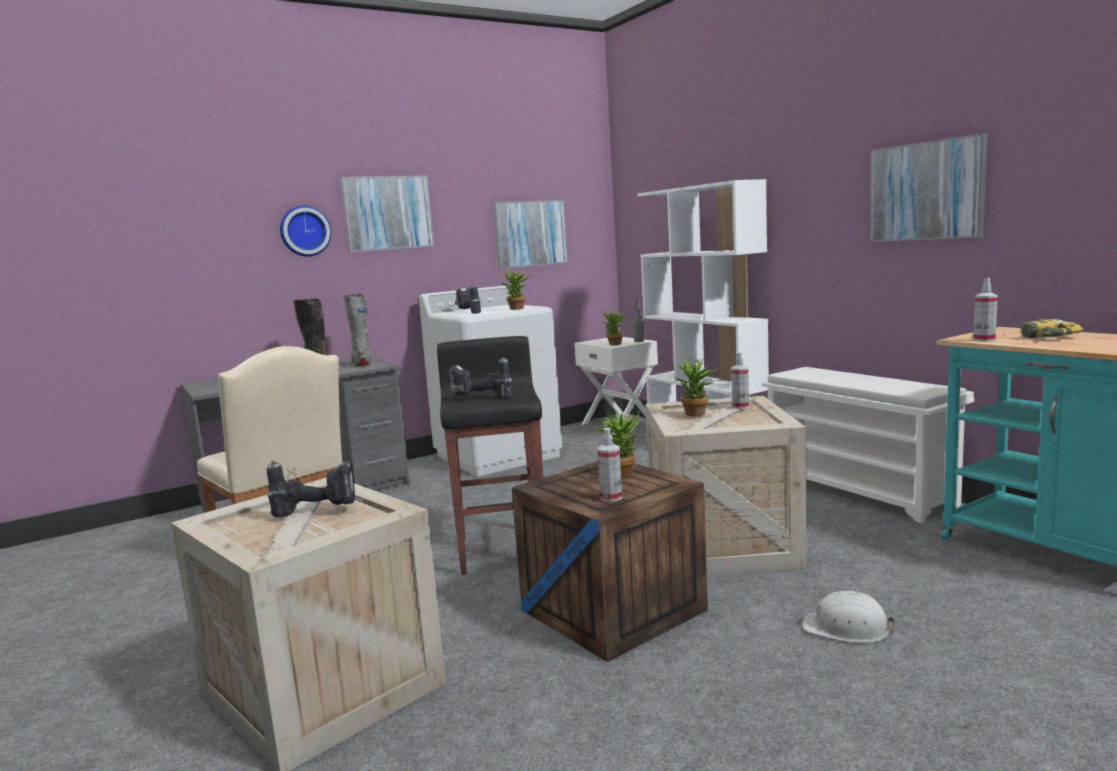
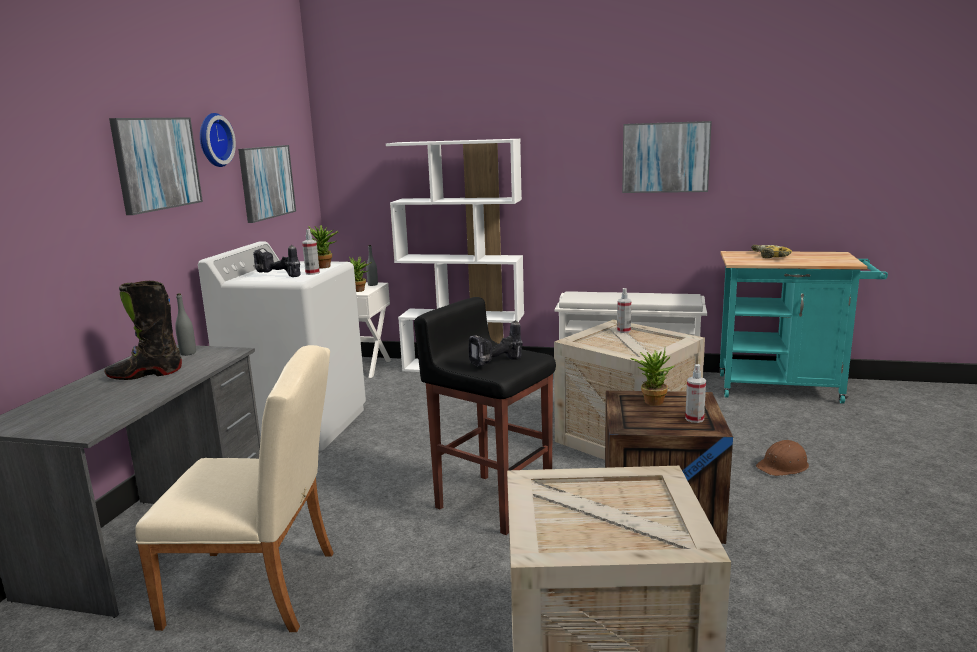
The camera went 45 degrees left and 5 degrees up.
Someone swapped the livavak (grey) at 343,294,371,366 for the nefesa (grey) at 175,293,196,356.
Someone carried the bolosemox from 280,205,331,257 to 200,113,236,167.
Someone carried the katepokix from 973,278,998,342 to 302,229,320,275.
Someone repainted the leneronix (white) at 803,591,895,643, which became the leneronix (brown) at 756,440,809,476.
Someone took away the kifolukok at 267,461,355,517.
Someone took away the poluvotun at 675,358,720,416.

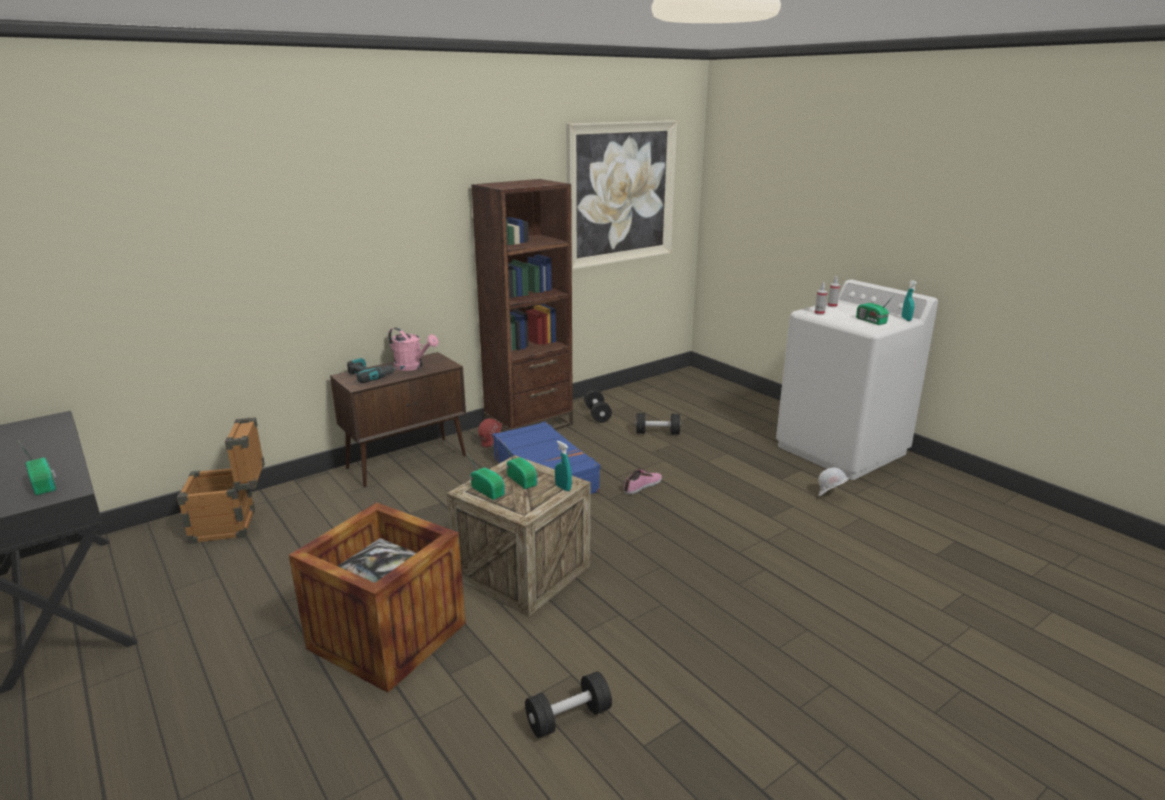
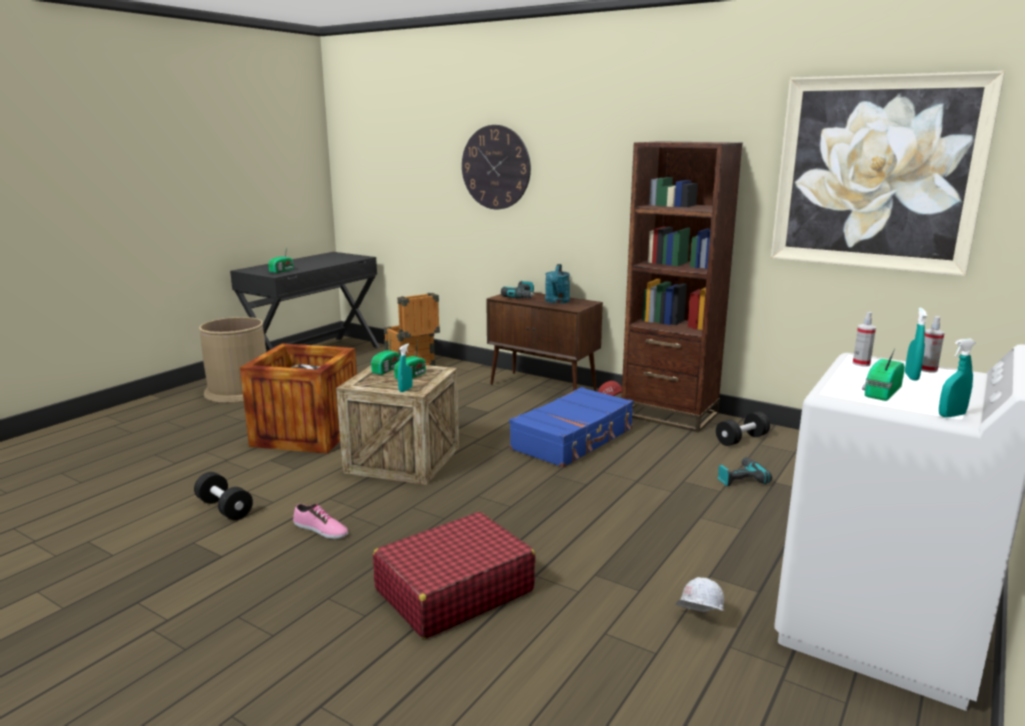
The camera went 70 degrees right and 5 degrees down.
Someone put down the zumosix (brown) at 199,317,266,403.
Someone carried the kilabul from 624,469,662,494 to 293,504,348,539.
Someone put down the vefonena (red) at 373,512,536,639.
Someone put up the bolosemox at 462,125,531,209.
Someone repainted the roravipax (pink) at 388,327,438,371, which became the roravipax (turquoise) at 545,264,570,304.
Someone swapped the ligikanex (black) at 635,413,681,434 for the kifolukok at 717,457,772,486.
Someone put down the katepokix (turquoise) at 905,308,927,380.

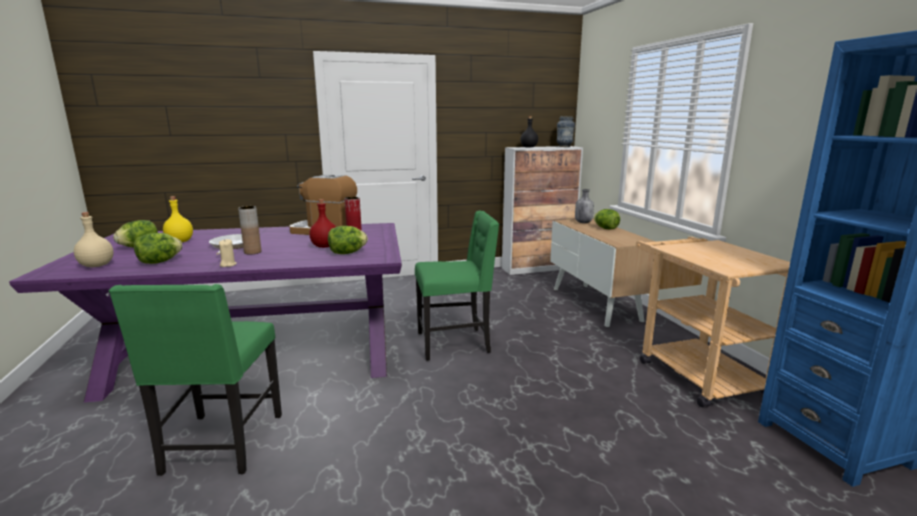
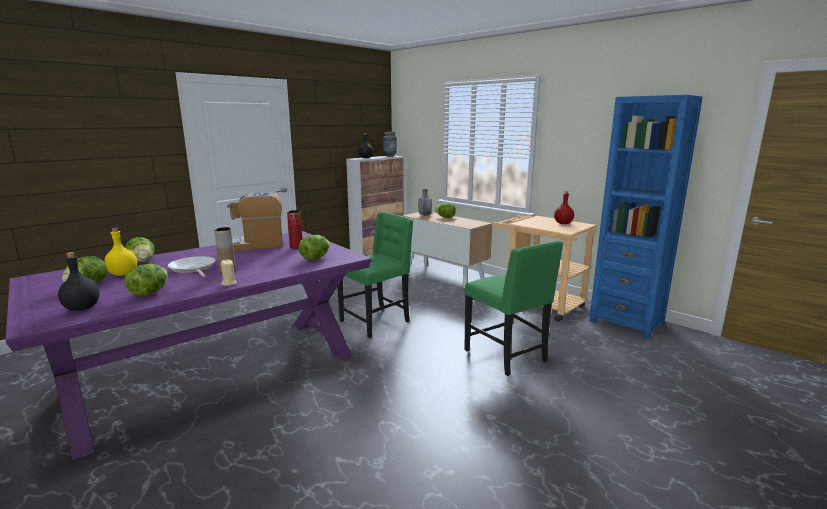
The camera went 30 degrees left and 0 degrees up.
Someone repainted the nefesa (beige) at 74,212,114,267, which became the nefesa (black) at 58,252,100,311.
Someone put down the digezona at 125,237,155,263.
Someone carried the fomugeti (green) from 109,284,282,476 to 464,241,564,376.
Someone carried the nefesa (red) from 309,199,336,248 to 554,191,574,224.

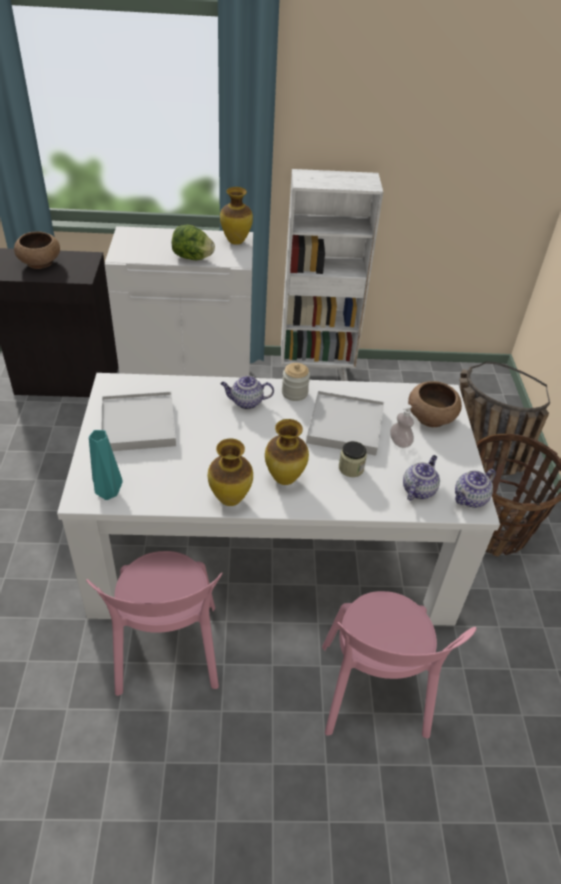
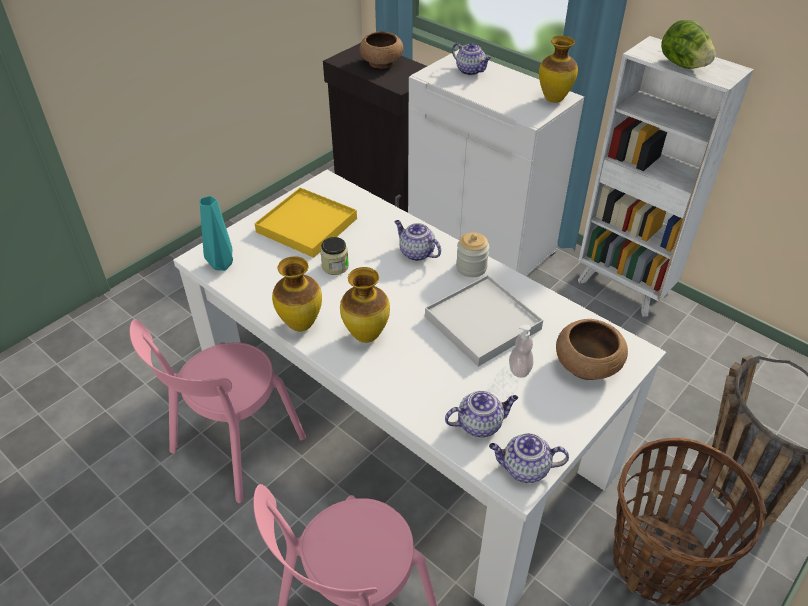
The camera went 45 degrees right and 0 degrees up.
Someone repainted the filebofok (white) at 102,392,176,451, which became the filebofok (yellow) at 254,187,357,258.
Someone carried the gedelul from 339,441,367,477 to 320,237,349,275.
Someone put down the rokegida at 452,43,491,75.
Someone carried the digezona from 172,225,215,260 to 661,20,716,69.

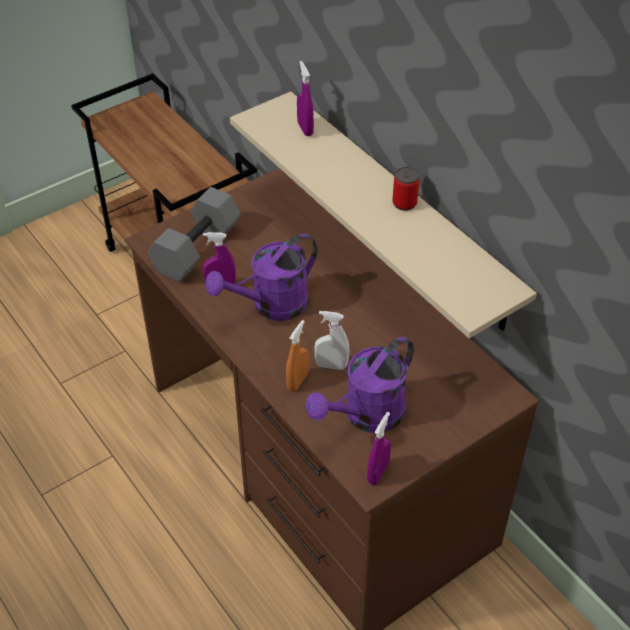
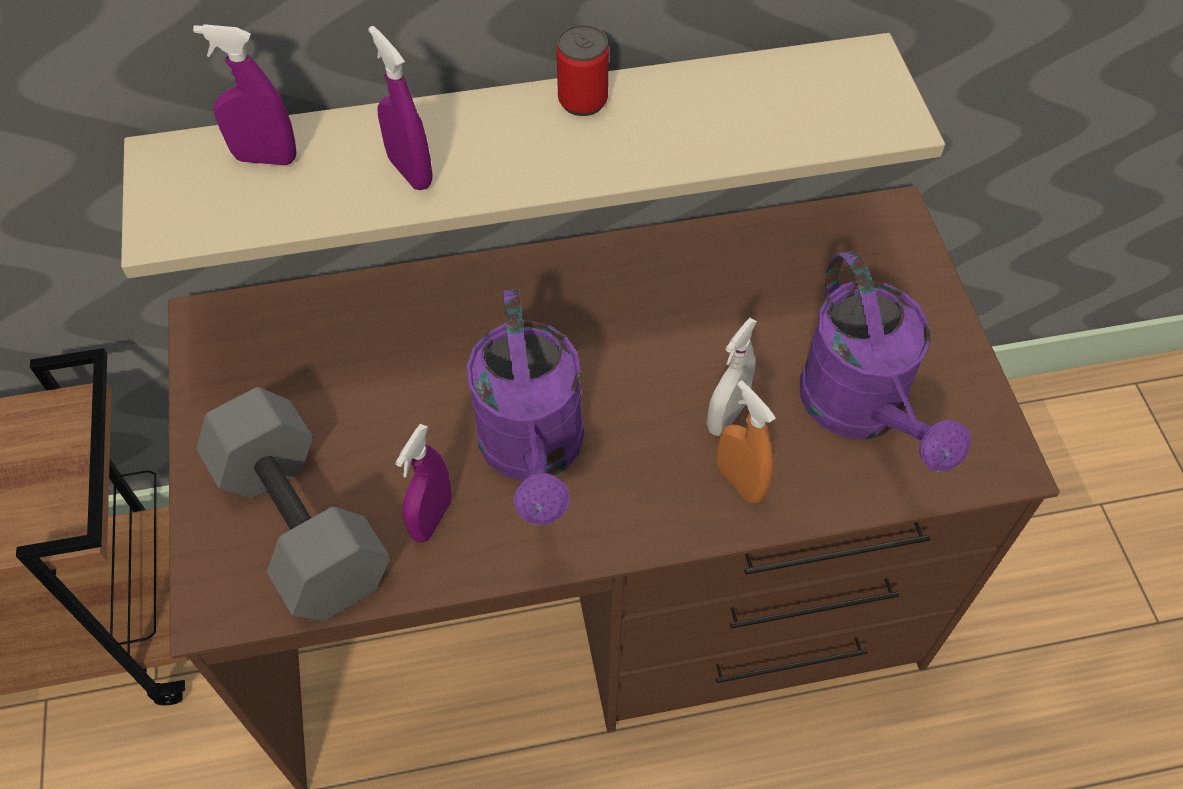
The camera went 65 degrees left and 10 degrees up.
Someone carried the katepokix (purple) from 367,412,391,485 to 368,26,433,190.

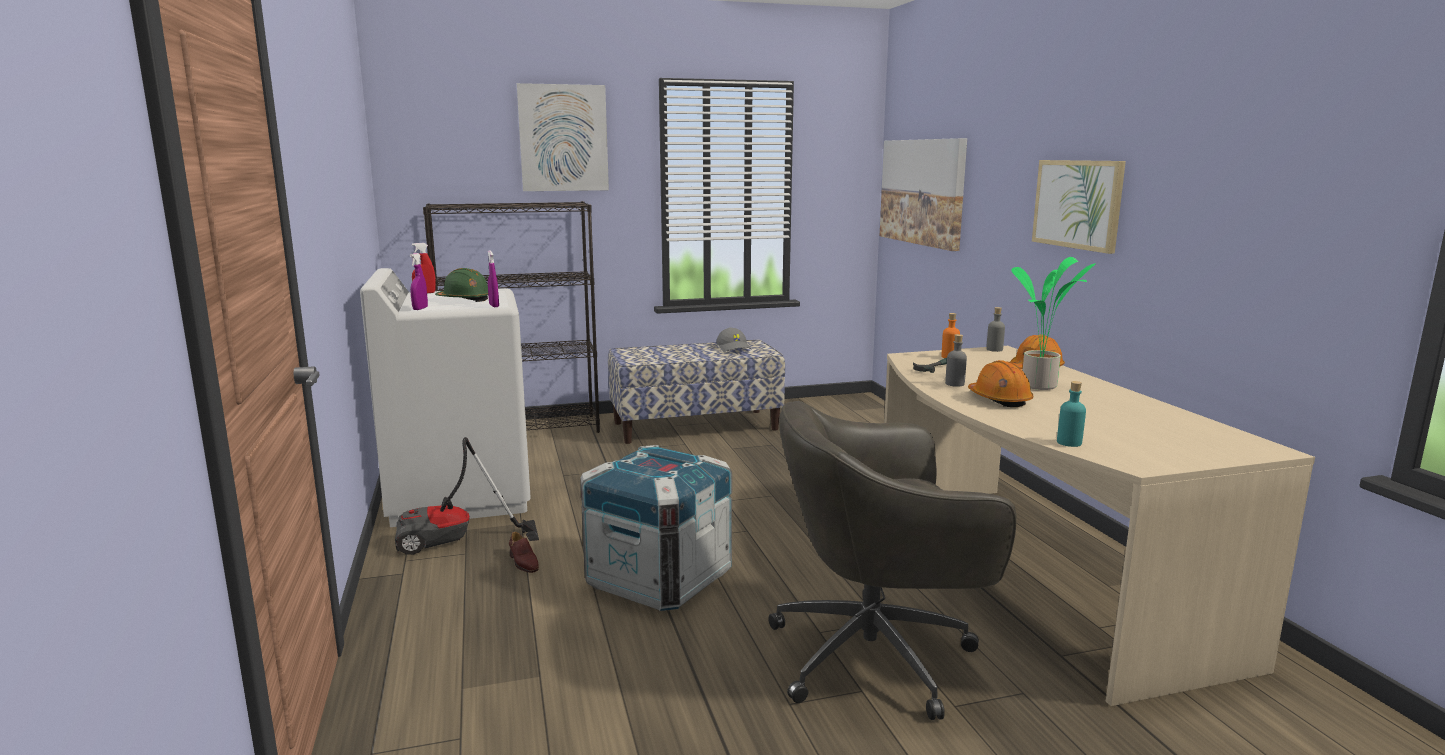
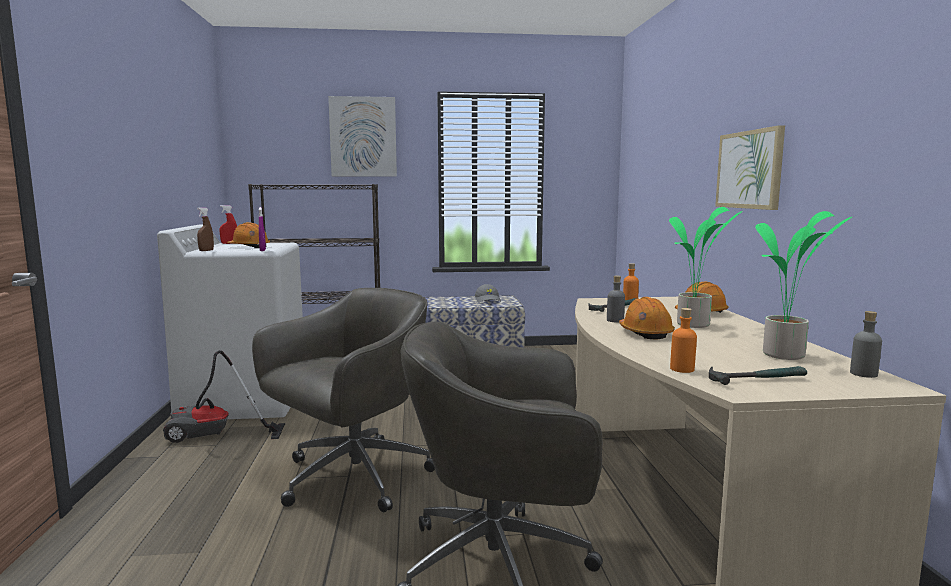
The camera went 10 degrees right and 5 degrees down.
Someone repainted the katepokix (purple) at 410,253,428,310, which became the katepokix (brown) at 197,207,214,251.
Someone repainted the leneronix (green) at 435,268,488,302, which became the leneronix (orange) at 227,222,270,248.
Someone swapped the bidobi at 580,445,732,611 for the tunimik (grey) at 252,288,435,513.
Someone repainted the nefesa (turquoise) at 1057,381,1086,447, which became the nefesa (orange) at 670,308,697,373.
Someone put down the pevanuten at 709,366,807,385.
Someone put down the poluvotun at 755,211,852,360.
Someone carried the nefesa (grey) from 986,307,1005,352 to 850,311,882,378.
Someone took away the kilabul (brown) at 509,532,539,573.
Someone took away the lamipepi at 880,138,967,251.

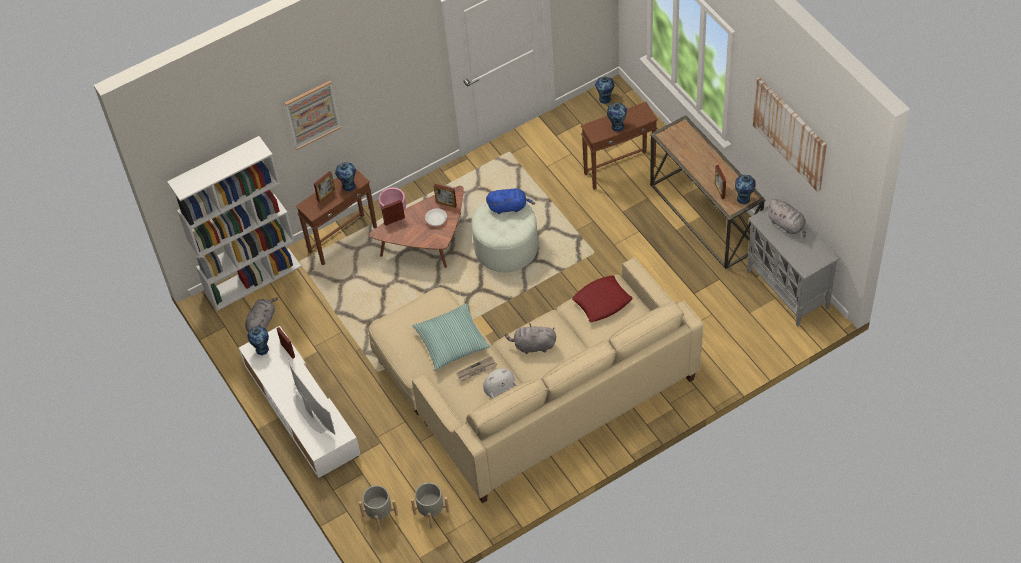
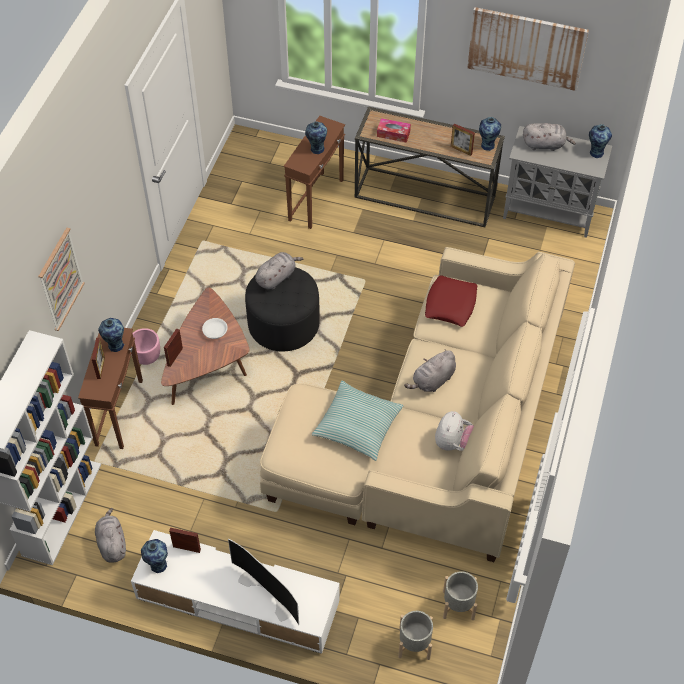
The camera went 45 degrees left and 0 degrees up.
Someone rotated the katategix at 288,359,335,434 by 150 degrees counterclockwise.
Someone repainted the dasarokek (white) at 471,201,538,272, which became the dasarokek (black) at 245,267,320,351.
Someone repainted the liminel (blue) at 486,188,535,214, which became the liminel (grey) at 255,252,304,289.
Someone put down the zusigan at 377,118,411,143.
Someone carried the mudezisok from 595,76,614,104 to 589,124,612,158.
Someone took away the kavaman at 434,184,457,208.
Someone took away the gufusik at 456,356,497,381.

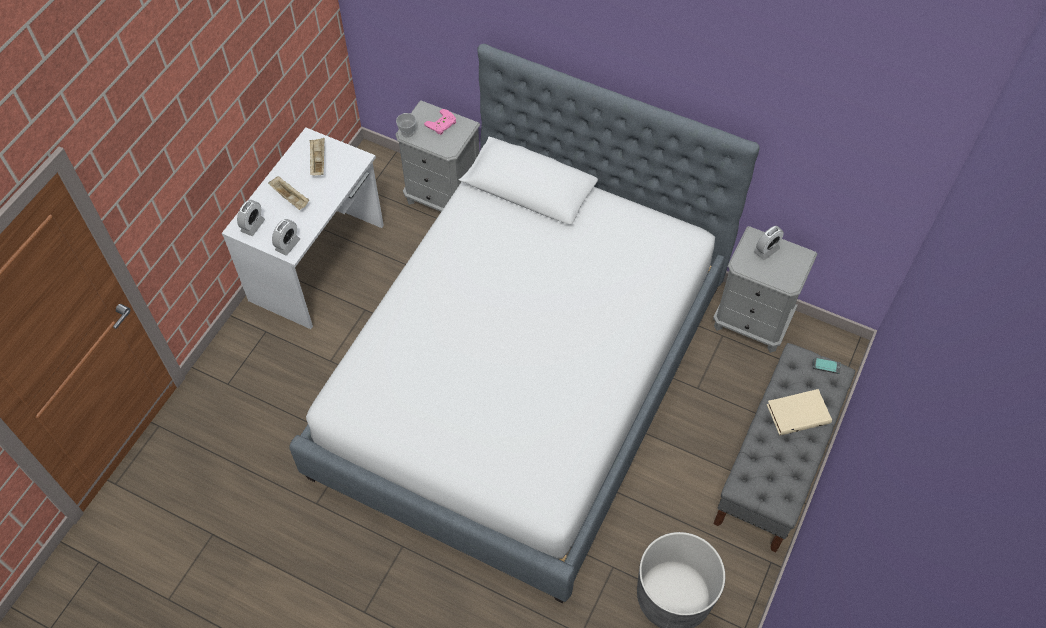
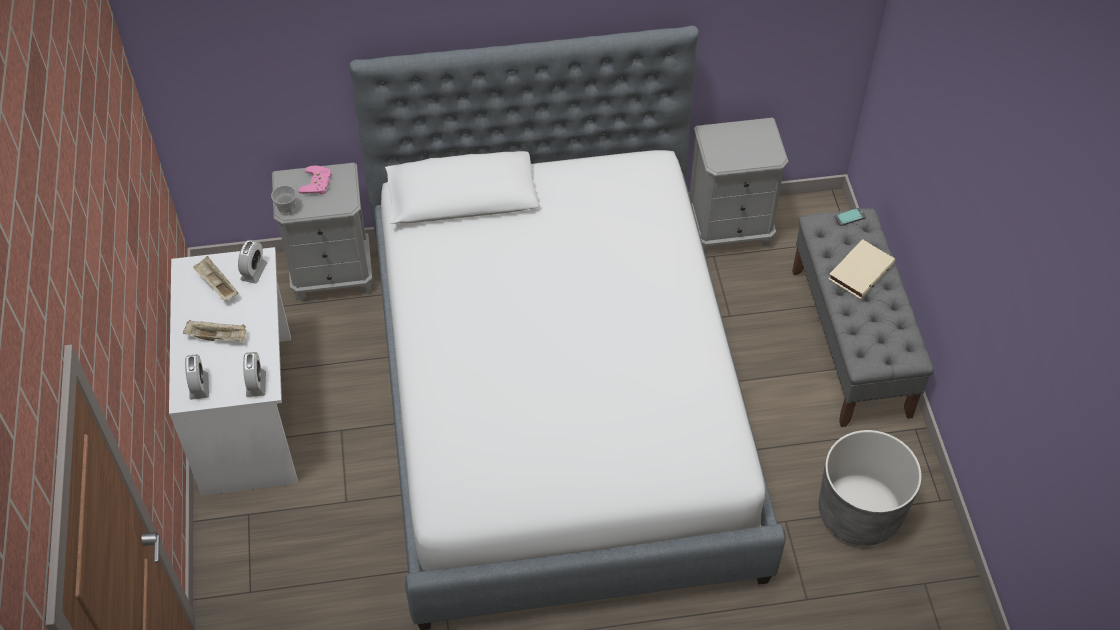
The camera went 35 degrees left and 5 degrees down.
Someone carried the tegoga from 754,226,784,260 to 238,240,267,284.

